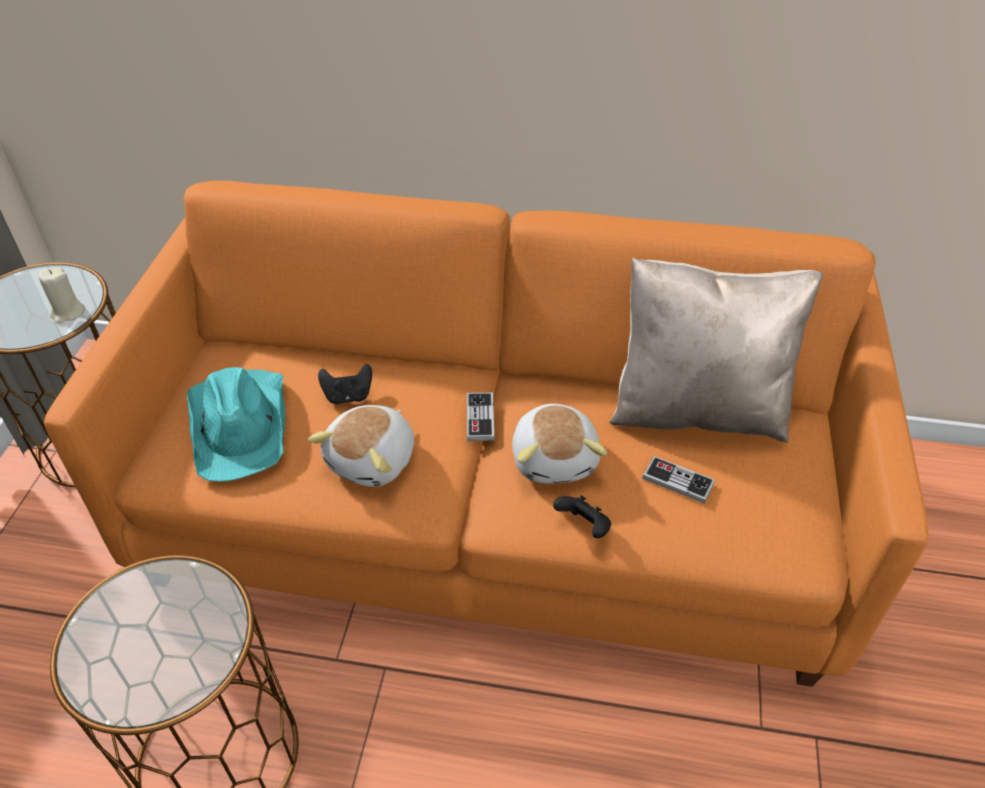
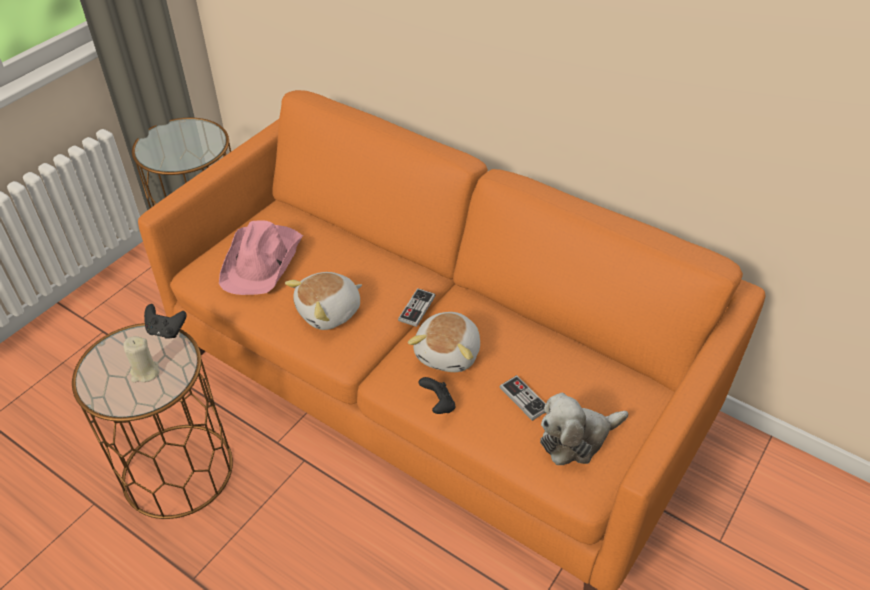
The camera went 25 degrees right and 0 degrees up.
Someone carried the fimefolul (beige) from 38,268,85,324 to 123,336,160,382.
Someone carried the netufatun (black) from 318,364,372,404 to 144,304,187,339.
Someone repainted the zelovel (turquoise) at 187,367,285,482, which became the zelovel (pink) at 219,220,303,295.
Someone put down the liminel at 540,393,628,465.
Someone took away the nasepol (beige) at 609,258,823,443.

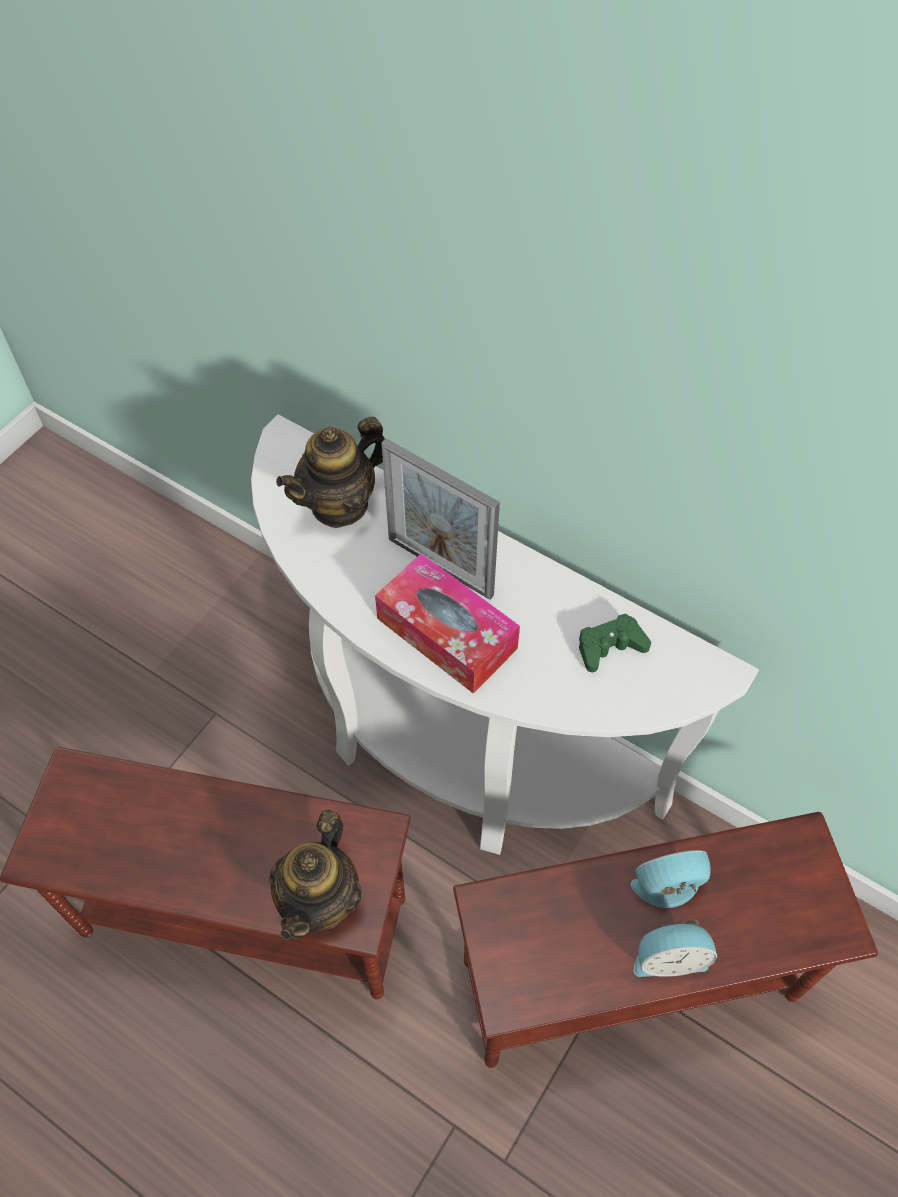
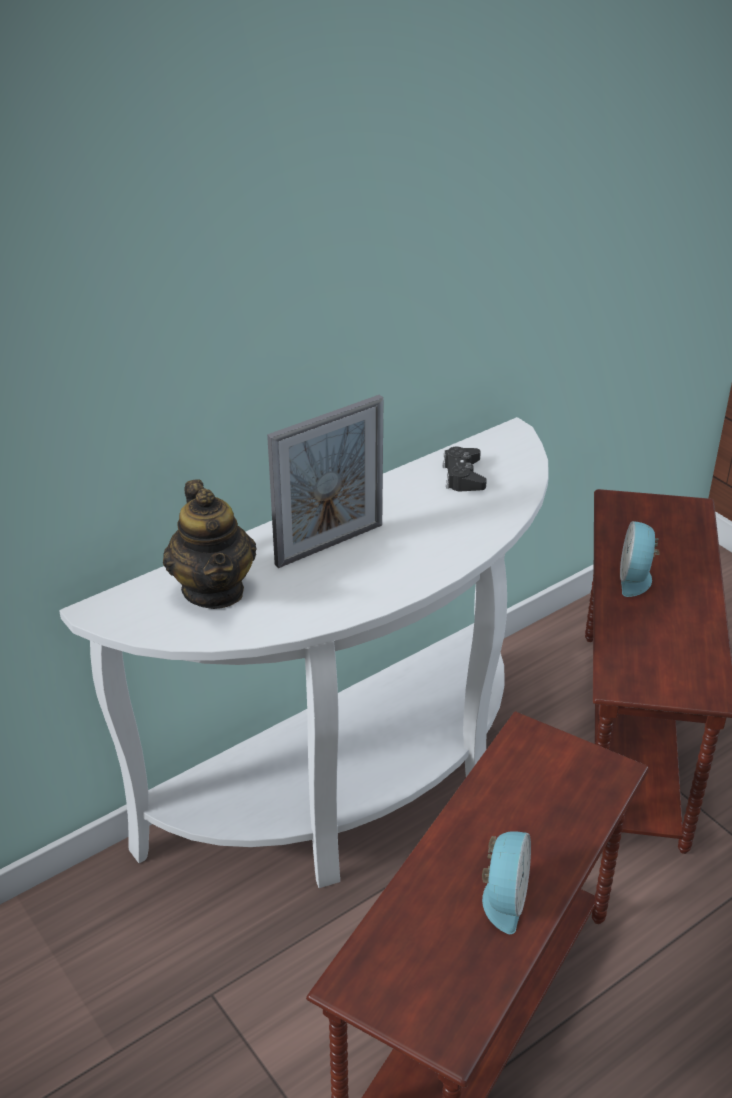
The camera went 70 degrees left and 20 degrees down.
Someone repainted the netufatun (green) at 579,613,651,672, which became the netufatun (black) at 442,447,487,491.
Someone carried the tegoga from 634,920,717,977 to 482,831,531,934.
Someone took away the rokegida at 269,810,362,940.
Someone took away the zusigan at 375,553,520,694.

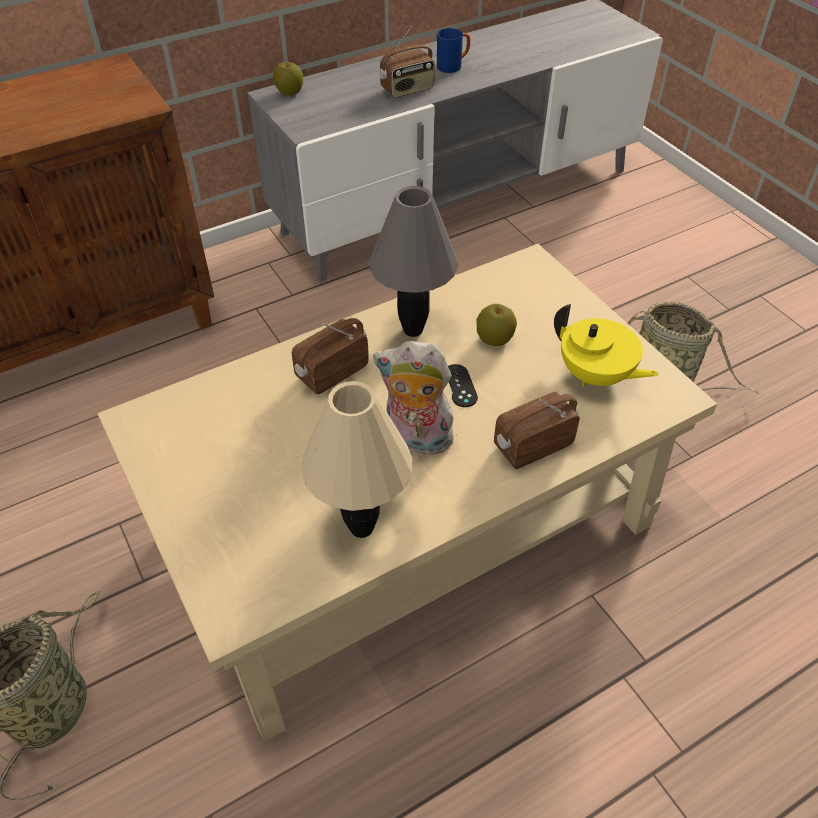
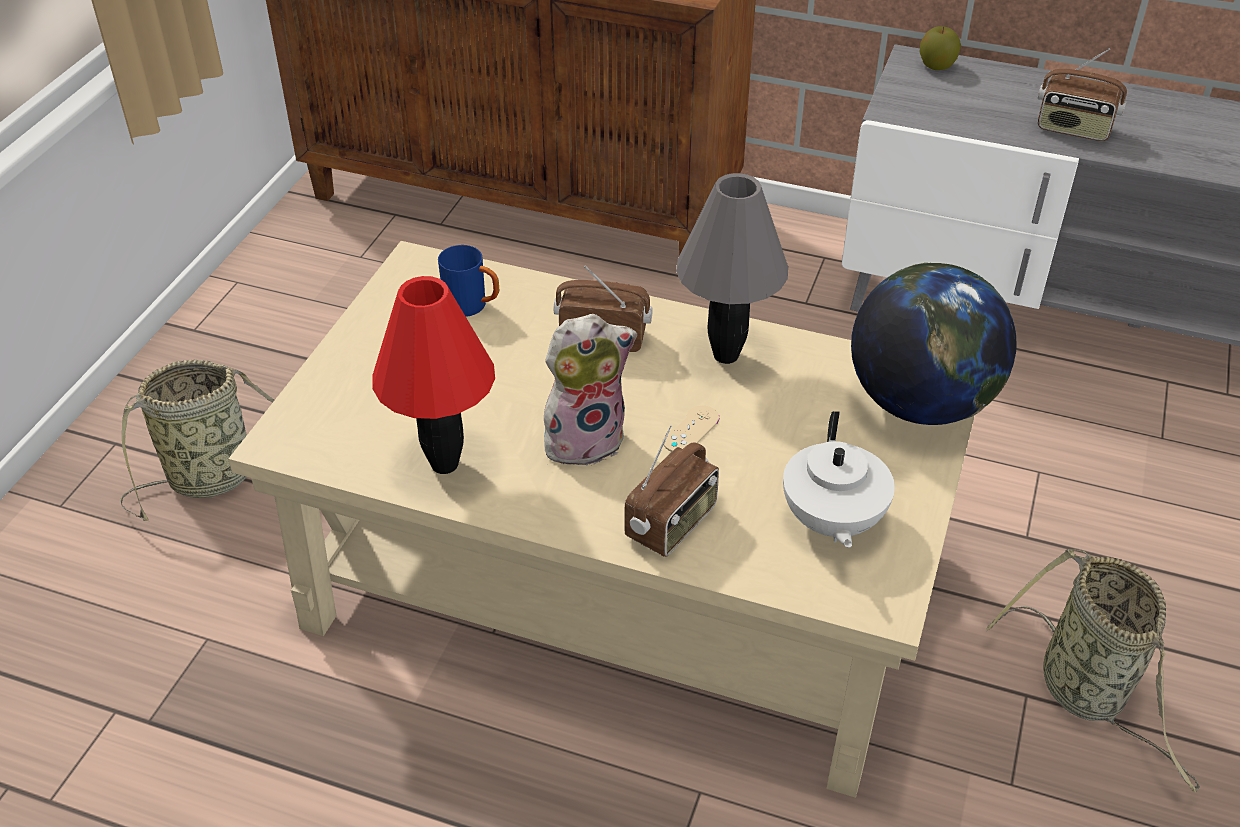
The camera went 50 degrees right and 5 degrees down.
Someone repainted the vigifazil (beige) at 301,381,412,538, which became the vigifazil (red) at 373,276,495,474.
Someone carried the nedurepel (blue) from 437,28,470,73 to 438,245,499,317.
Someone rotated the liminel at 373,341,458,459 by 90 degrees clockwise.
Someone rotated the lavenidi at 494,392,580,469 by 105 degrees clockwise.
Someone repainted the netufatun (black) at 448,364,478,407, which became the netufatun (beige) at 662,405,719,452.
Someone repainted the rokegida (yellow) at 554,304,658,387, which became the rokegida (white) at 783,411,895,548.
Someone put down the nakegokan at 851,263,1017,425.
Someone took away the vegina at 476,304,517,346.

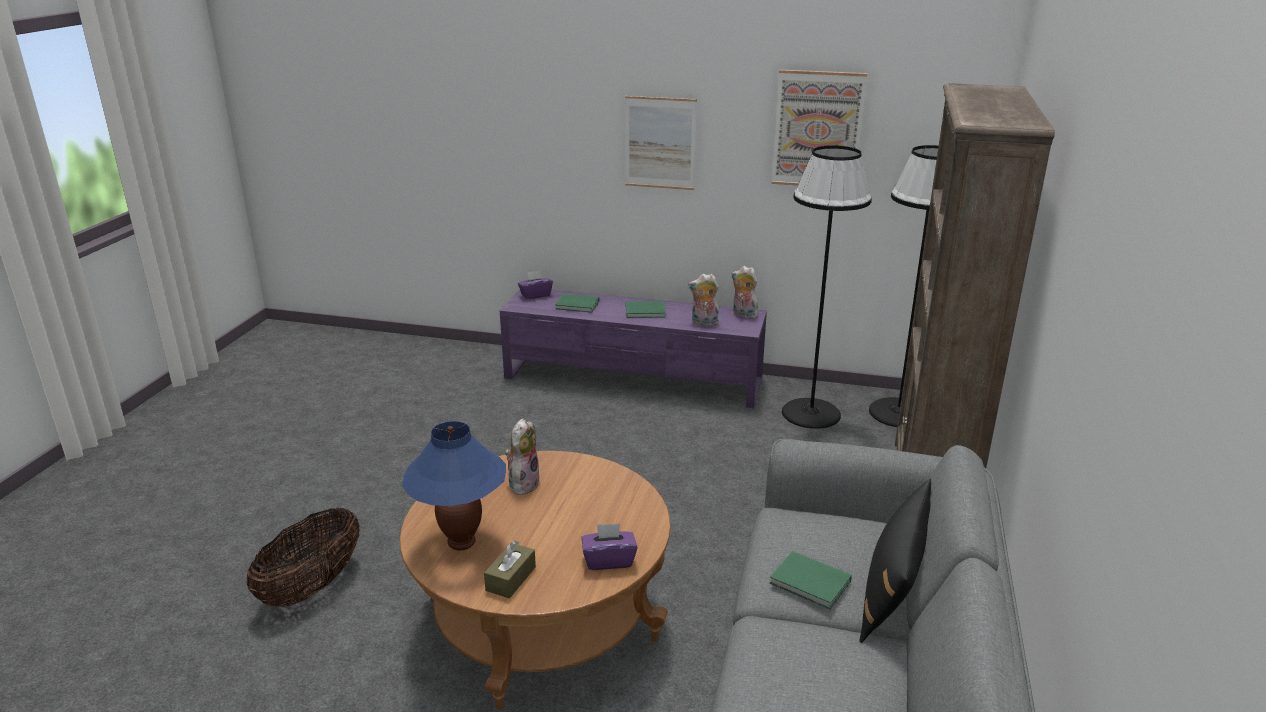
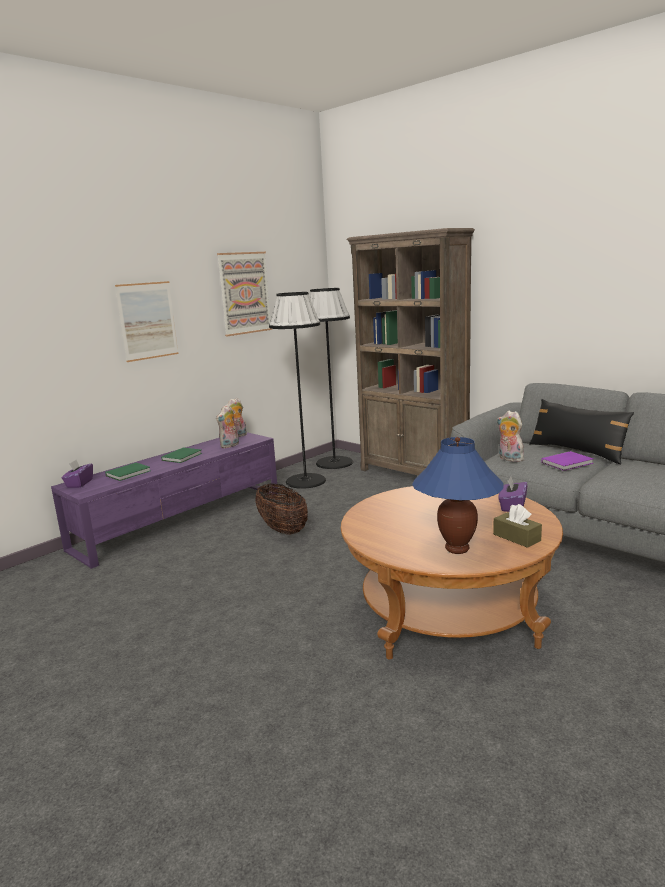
The camera went 60 degrees left and 10 degrees down.
Someone carried the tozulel from 246,508,360,607 to 255,484,308,535.
Someone carried the liminel from 505,418,541,495 to 497,411,524,462.
Someone repainted the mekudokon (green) at 770,551,852,609, which became the mekudokon (purple) at 542,451,594,471.

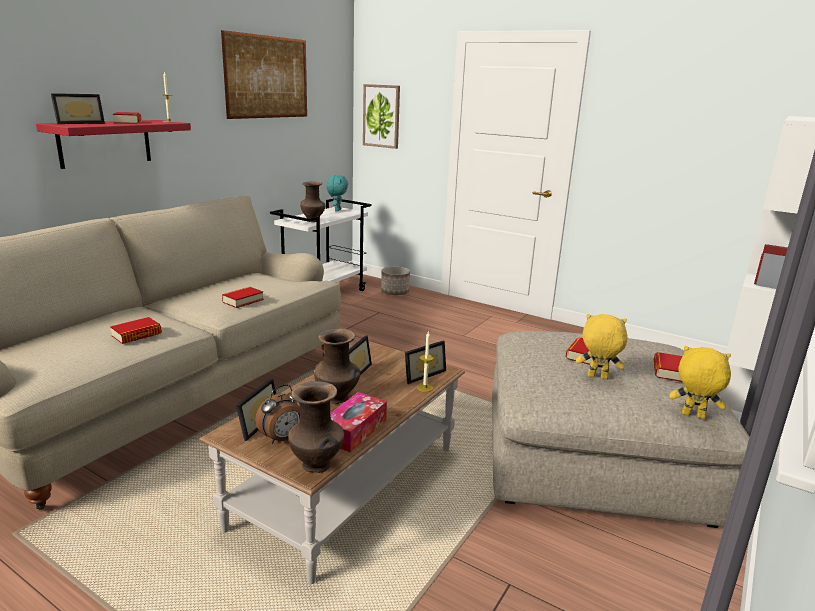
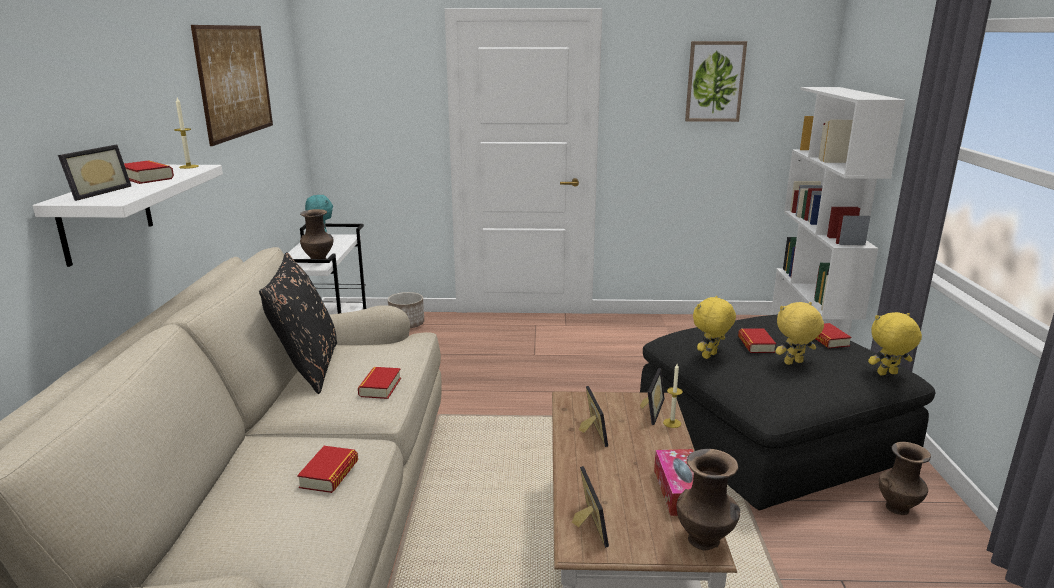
The camera went 30 degrees left and 0 degrees up.
Someone repainted the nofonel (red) at 36,120,191,169, which became the nofonel (white) at 33,165,223,267.
Someone put down the nasepol (black) at 259,252,337,394.
Someone repainted the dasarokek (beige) at 492,331,750,528, which became the dasarokek (black) at 640,315,936,511.
Someone carried the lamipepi from 363,84,400,149 to 685,41,747,122.
Someone put down the liminel (yellow) at 693,296,736,359.
Someone carried the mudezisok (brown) from 314,328,361,404 to 879,442,931,515.
Someone took away the tegoga at 255,384,300,444.

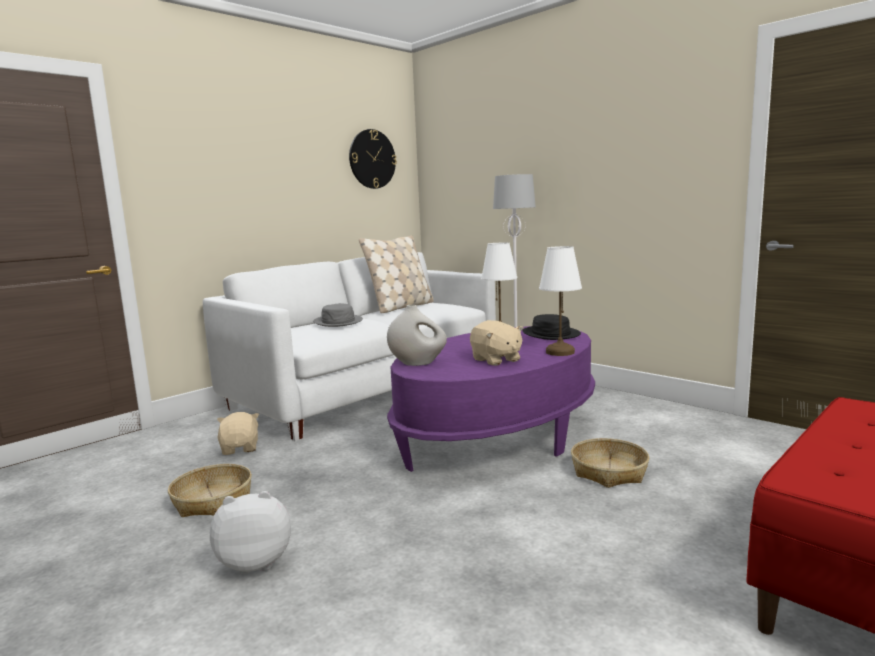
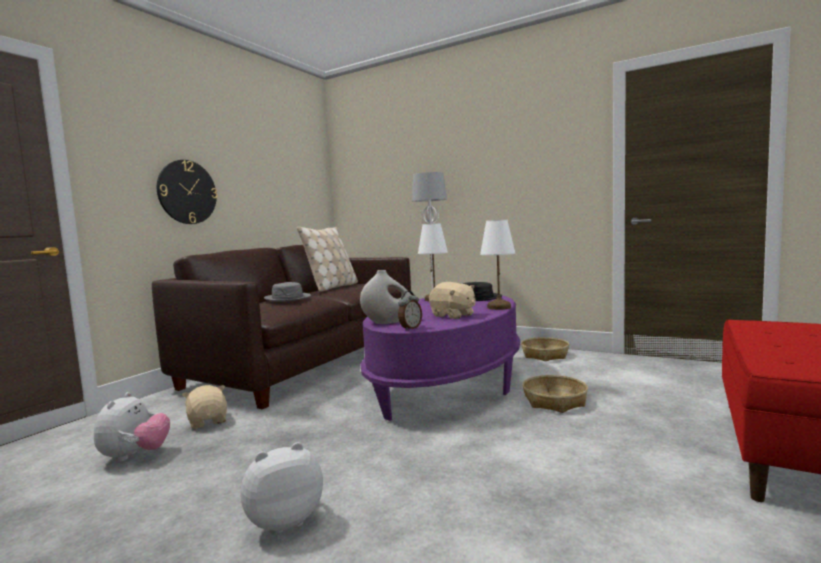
The camera went 15 degrees left and 5 degrees down.
Someone put down the liminel at 94,392,170,462.
Someone repainted the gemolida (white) at 203,252,496,442, which became the gemolida (brown) at 152,245,411,409.
Someone carried the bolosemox from 349,129,397,189 to 157,160,218,224.
Someone put down the tegoga at 398,291,422,331.
Someone carried the tozulel from 168,464,252,517 to 521,337,569,361.

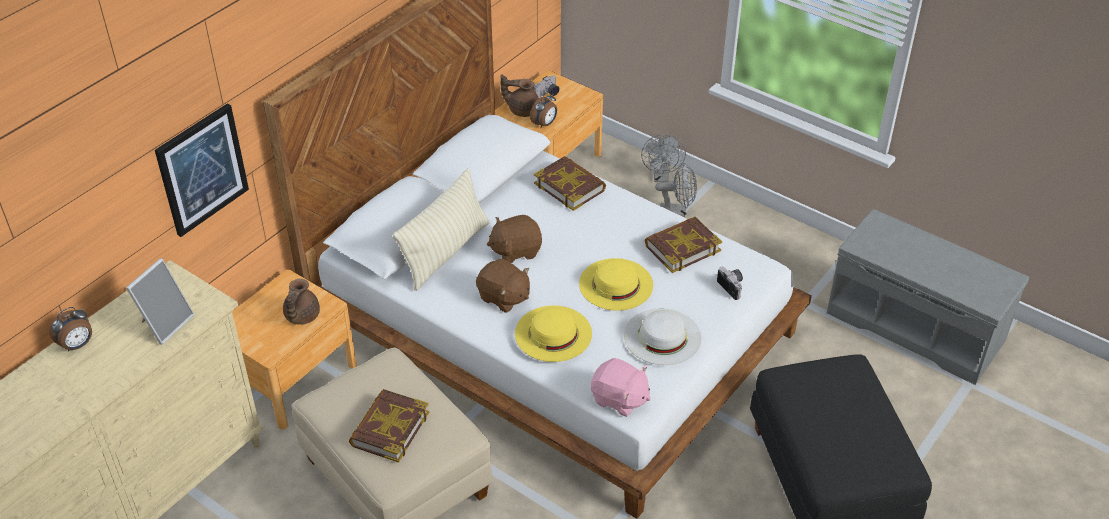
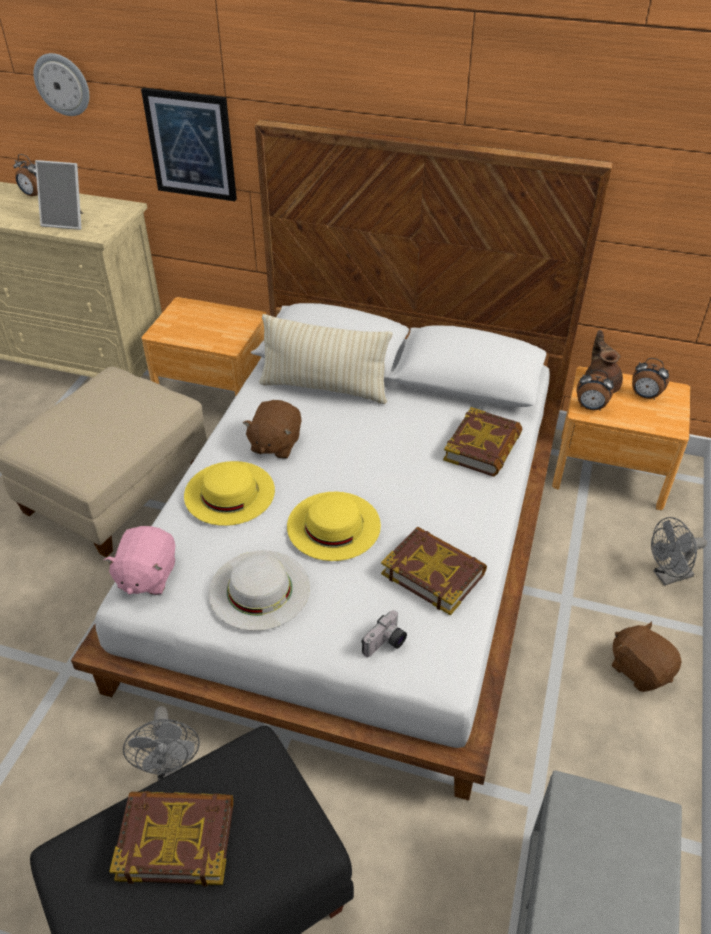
The camera went 70 degrees right and 0 degrees up.
Someone put up the bolosemox at 34,53,89,116.
Someone carried the mekudokon from 349,389,429,463 to 109,791,233,887.
Someone carried the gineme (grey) from 655,163,697,217 to 123,706,200,780.
Someone carried the liminel (brown) from 487,215,542,263 to 612,621,681,692.
Someone swapped the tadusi at 532,76,559,98 for the tegoga at 632,358,669,400.
Someone took away the rokegida (brown) at 283,279,320,325.

